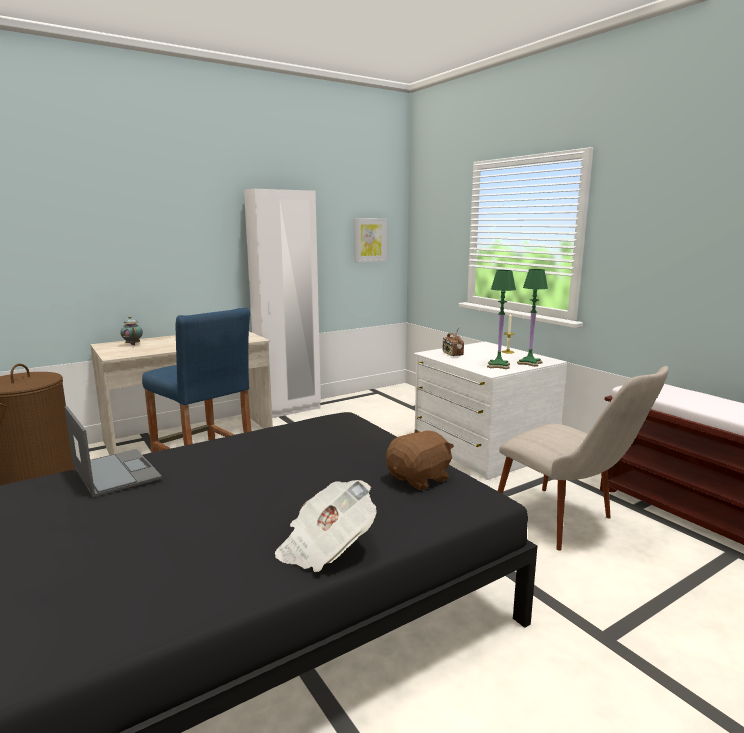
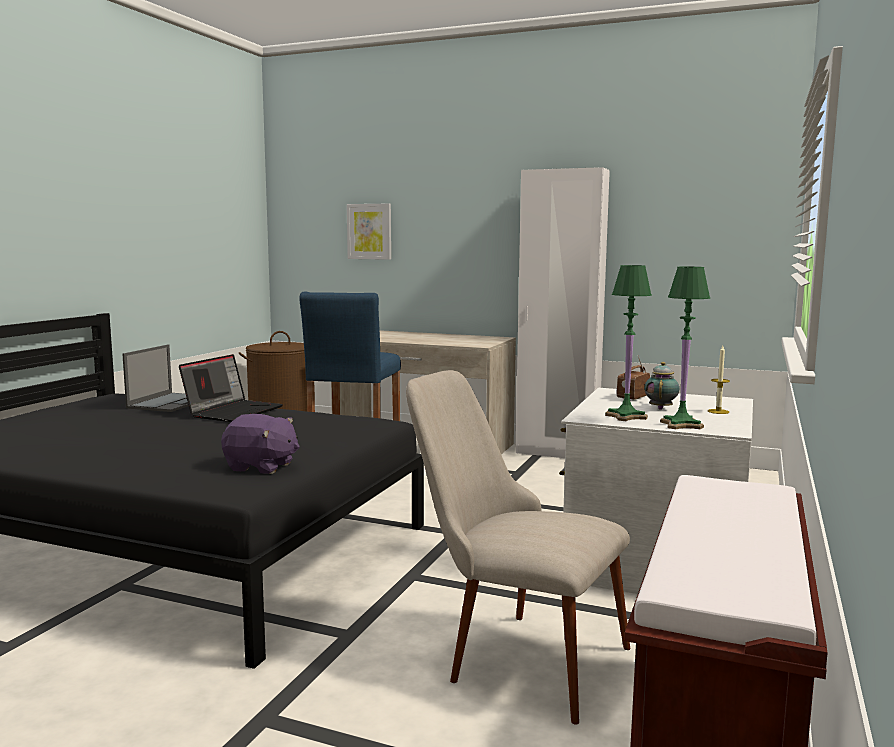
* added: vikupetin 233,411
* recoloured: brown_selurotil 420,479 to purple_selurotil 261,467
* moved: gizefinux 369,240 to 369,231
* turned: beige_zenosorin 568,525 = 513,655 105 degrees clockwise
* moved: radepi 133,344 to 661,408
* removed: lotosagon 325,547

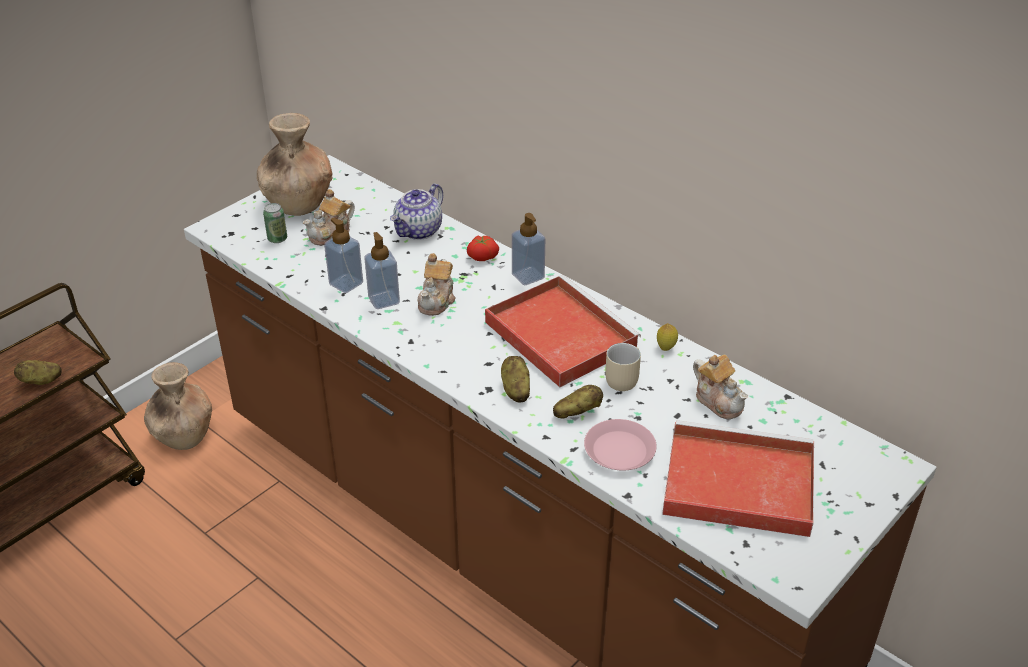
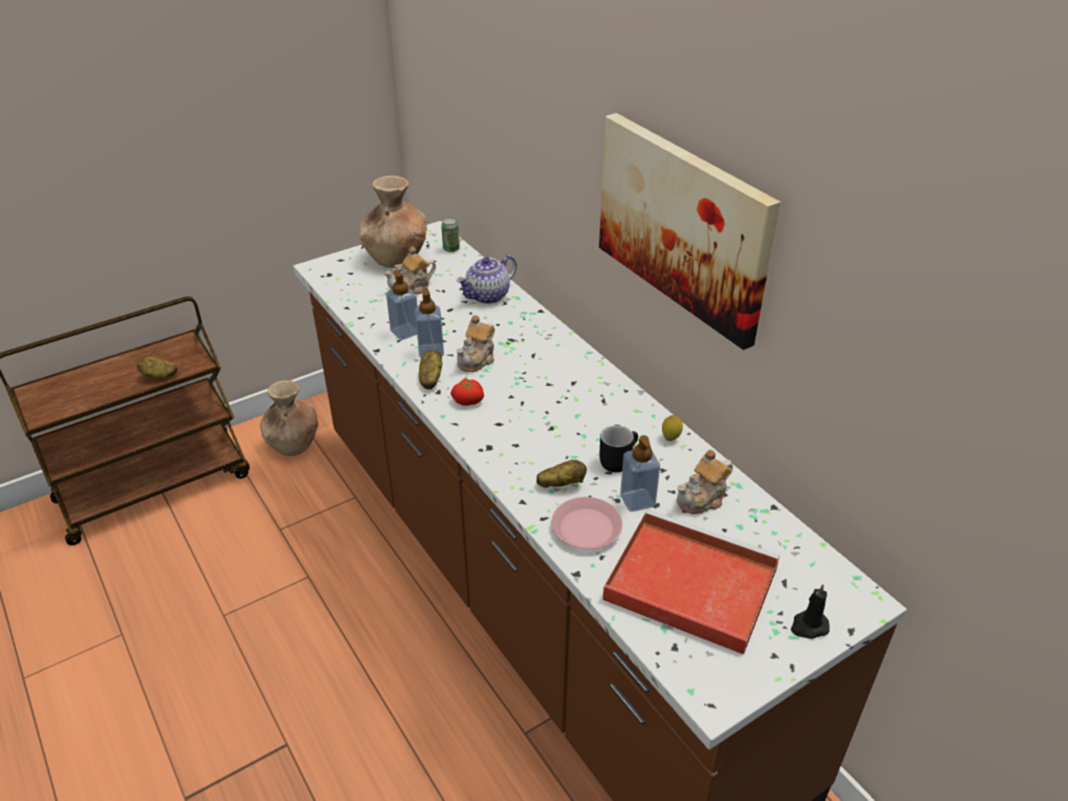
* moved: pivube 515,389 to 430,379
* moved: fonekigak 277,239 to 451,249
* moved: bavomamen 482,256 to 468,399
* added: gizefinux 683,225
* recoloured: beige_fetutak 622,378 to black_fetutak 617,459
* moved: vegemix 528,276 to 637,500
* turned: radepi 718,401 = 702,499 75 degrees clockwise
* added: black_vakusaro 808,626
* removed: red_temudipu 558,333

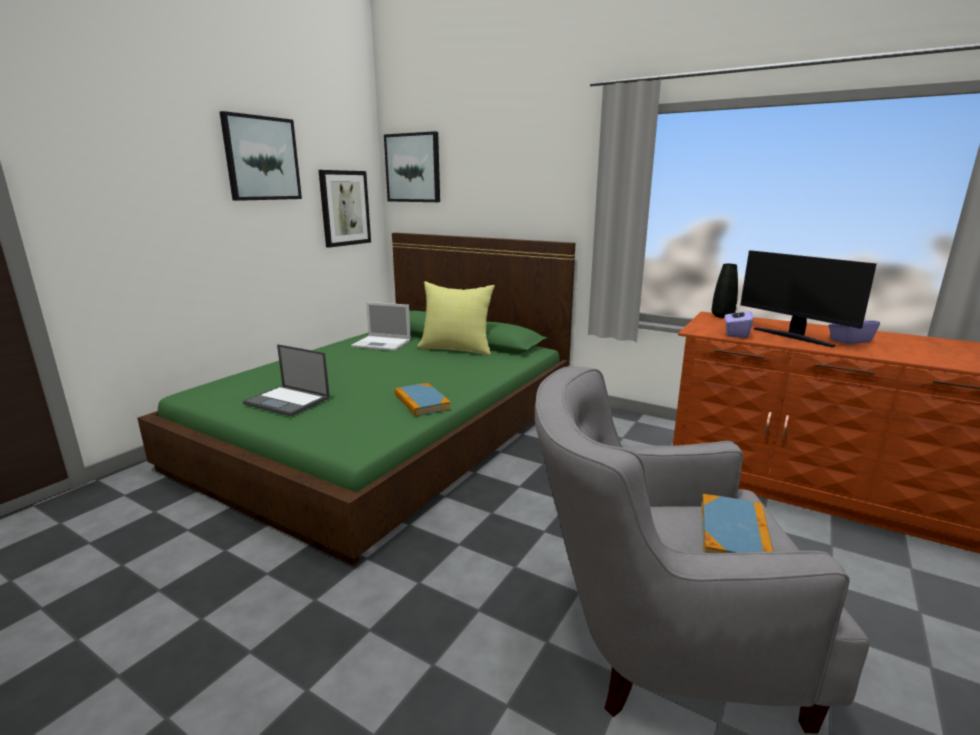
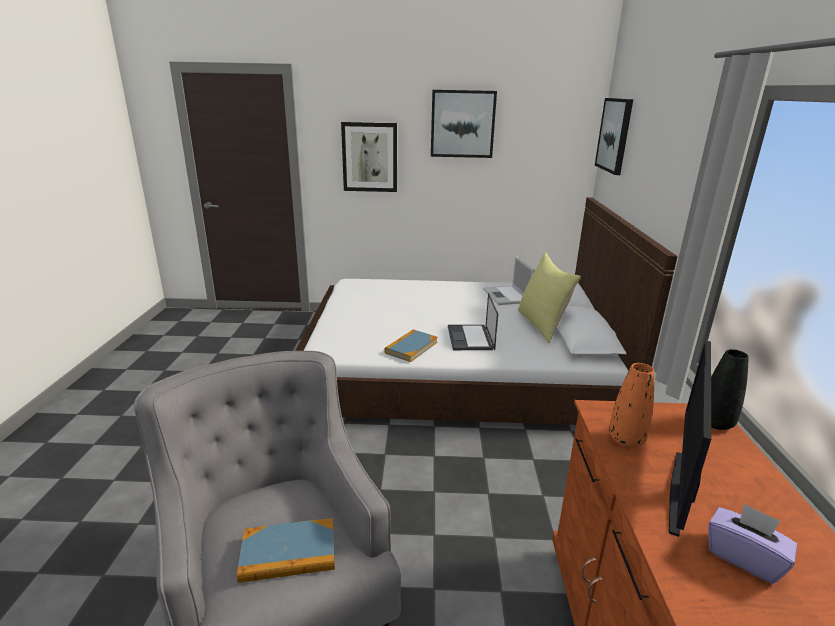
* recoloured: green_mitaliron 389,430 to white_mitaliron 456,365
* moved: gizefinux 344,208 to 370,157
* moved: vikupetin 288,401 to 471,338
* replaced: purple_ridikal 735,334 to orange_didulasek 626,440

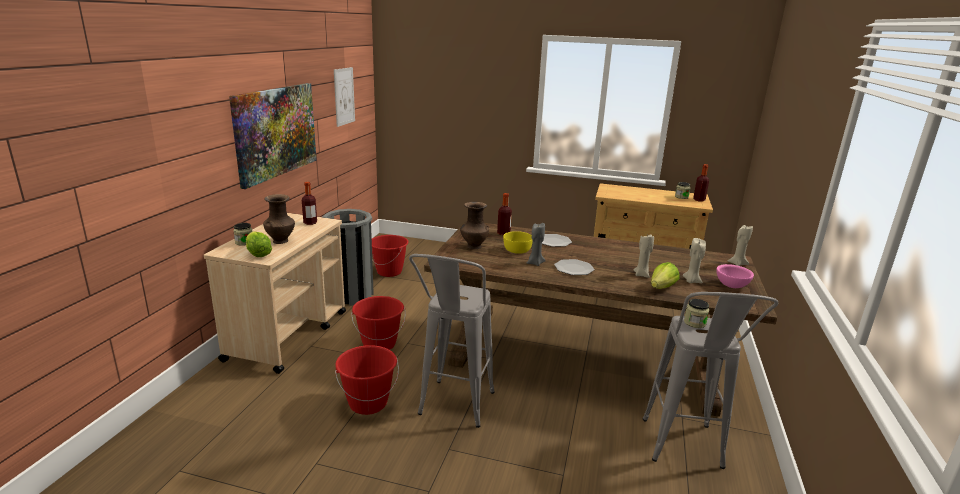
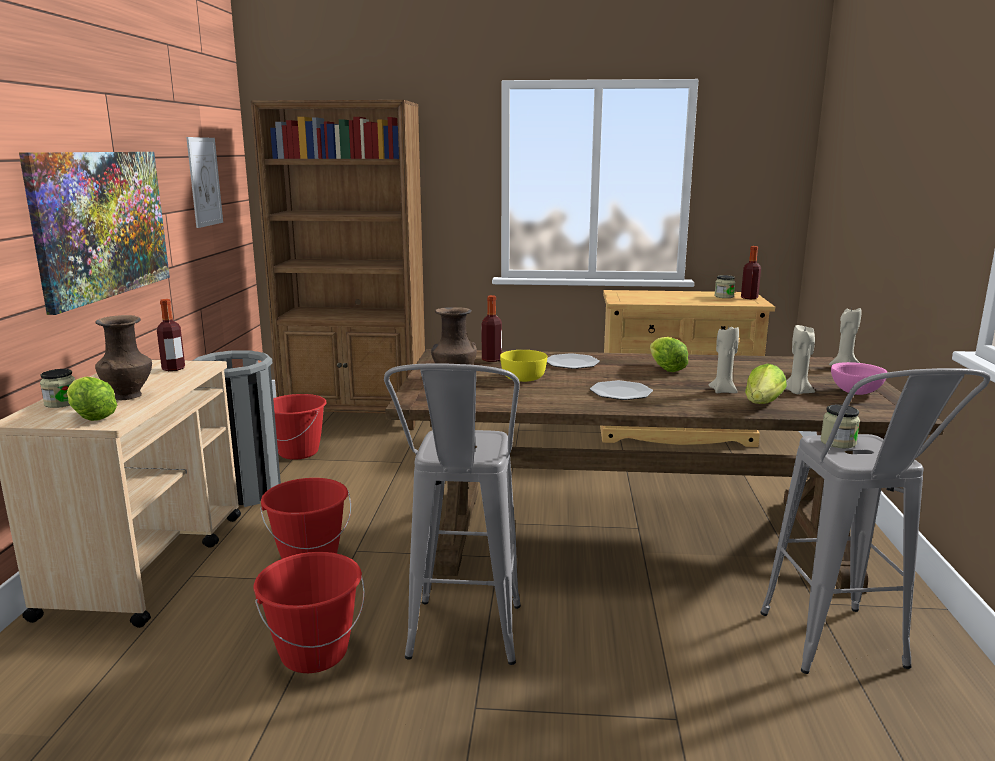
* added: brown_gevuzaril 356,417
* added: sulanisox 666,369
* removed: grey_vakusaro 535,263

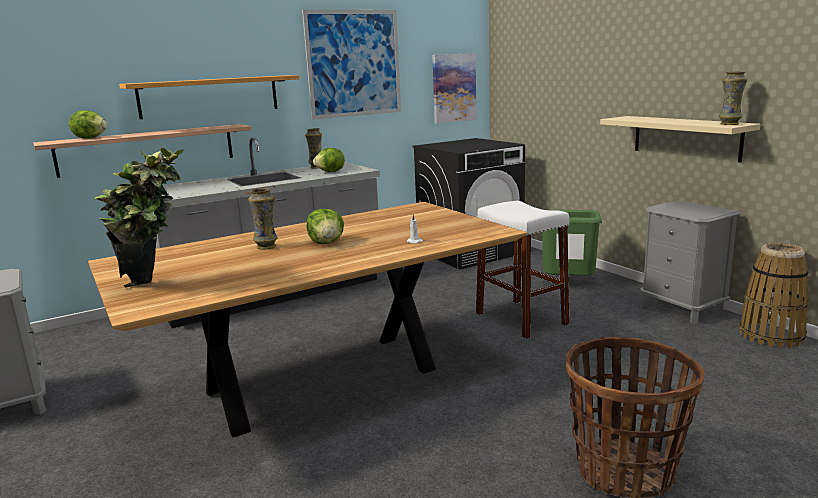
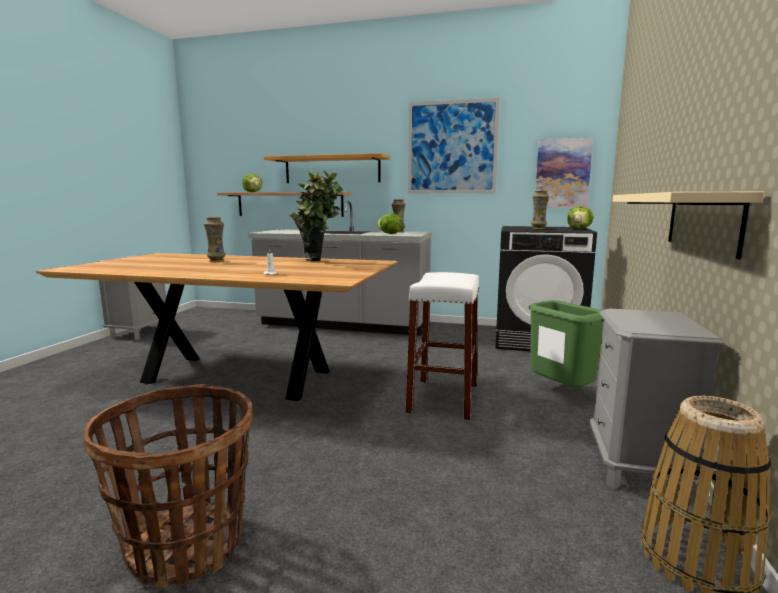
* moved: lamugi 158,287 to 318,263
* moved: didulasek 730,124 to 538,229
* moved: sulanisox 327,243 to 579,229

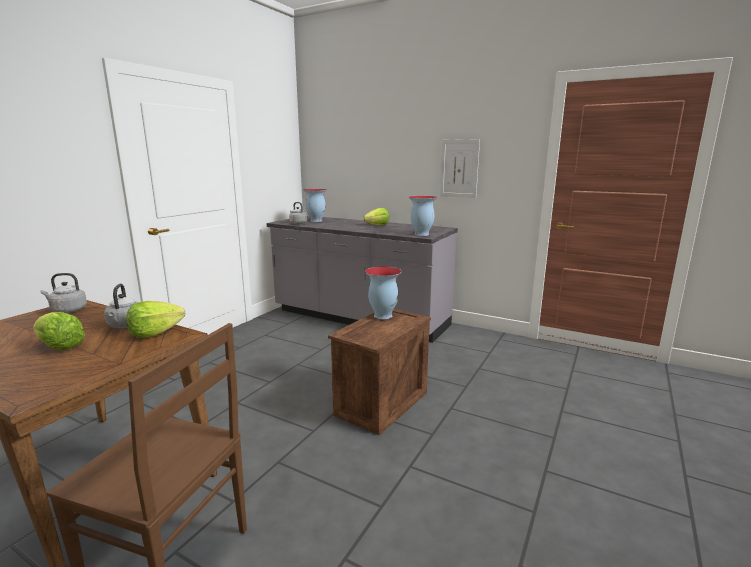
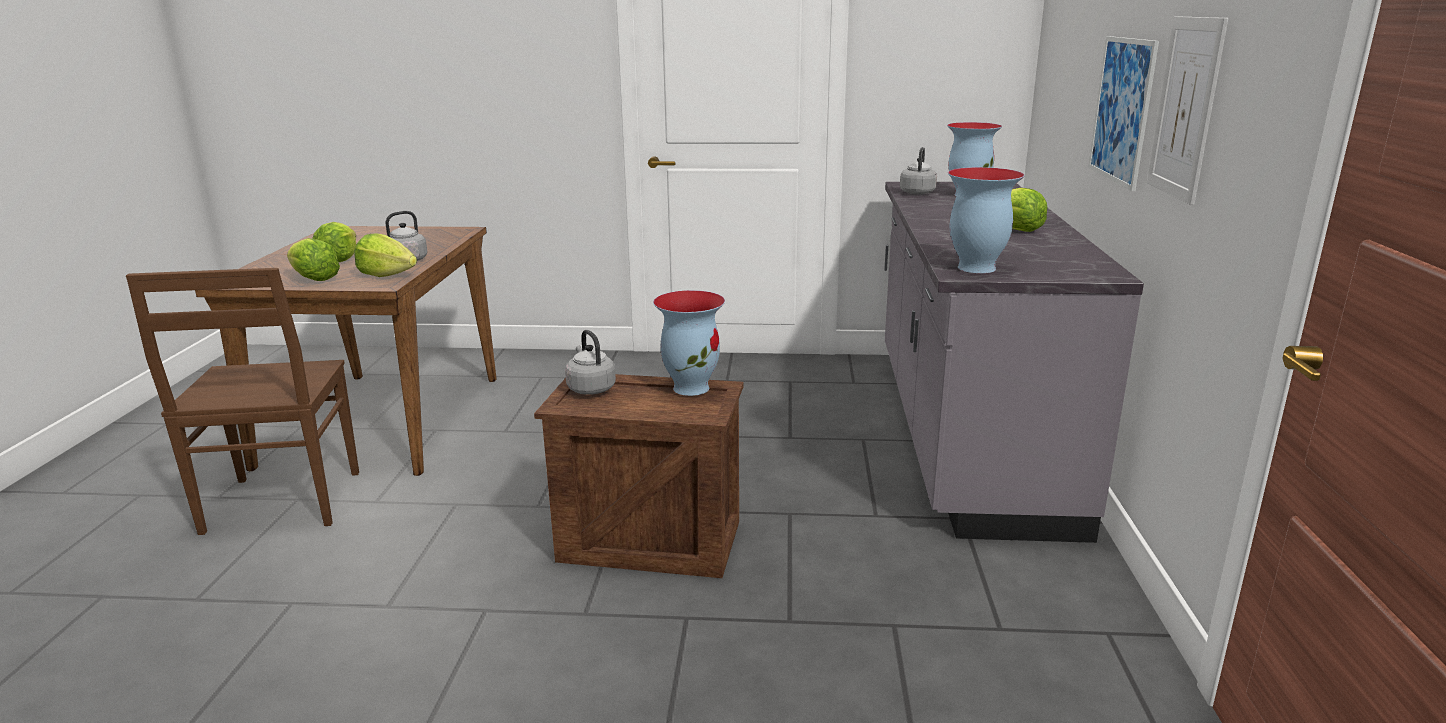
* added: sulanisox 313,278
* moved: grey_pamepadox 67,310 to 590,388
* added: gizefinux 1122,110

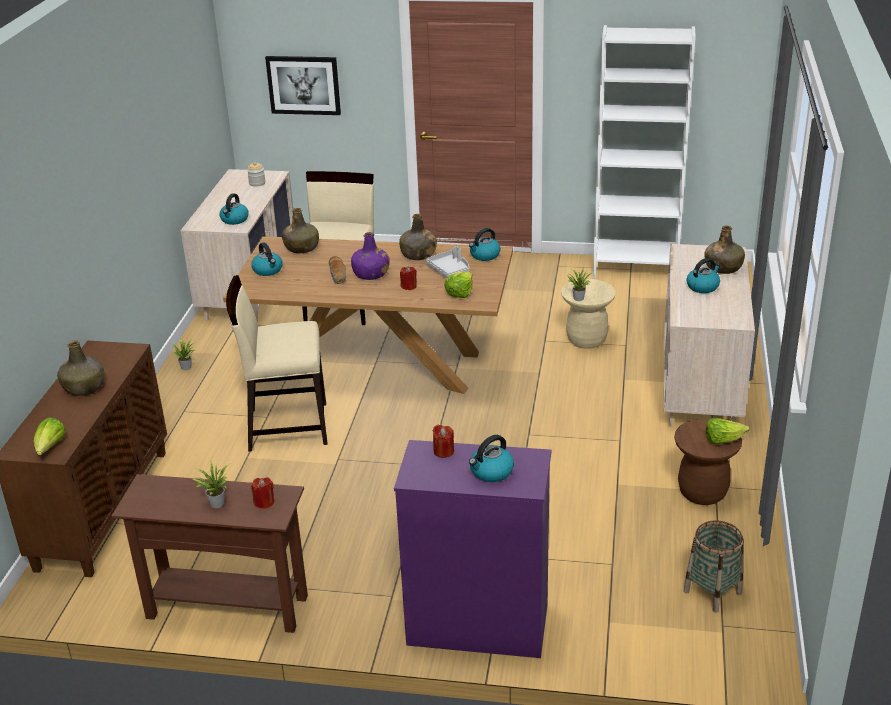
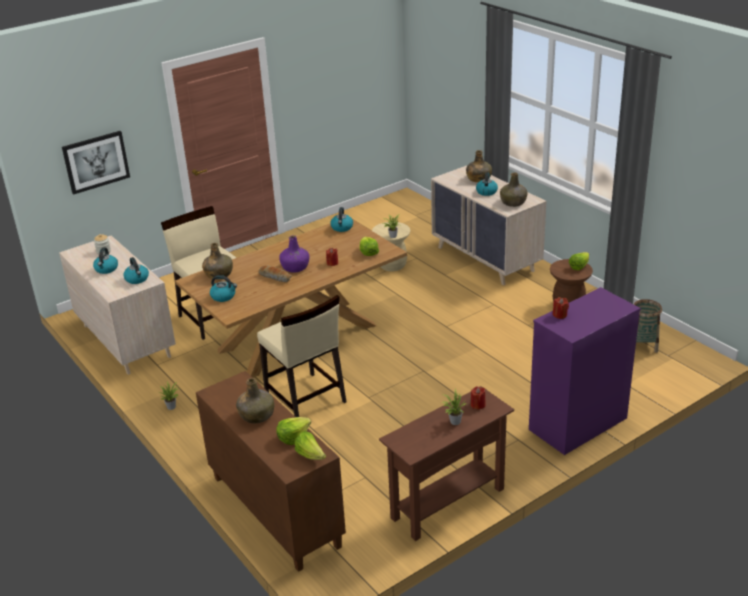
* moved: pamepadox 491,472 to 106,269
* turned: beige_zenosorin 287,426 = 305,399 75 degrees counterclockwise
* added: sulanisox 293,437
* moved: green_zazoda 418,255 to 513,202
* removed: grey_temudipu 450,270
* removed: white_gevuzaril 635,268

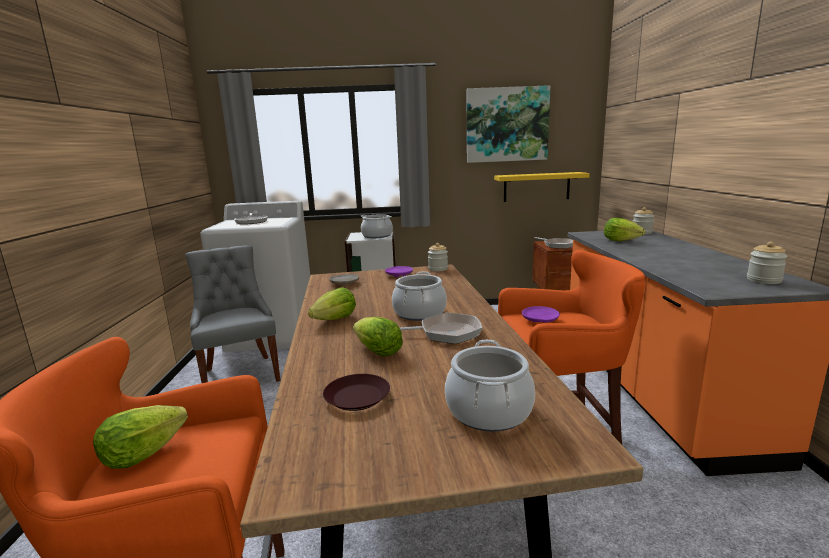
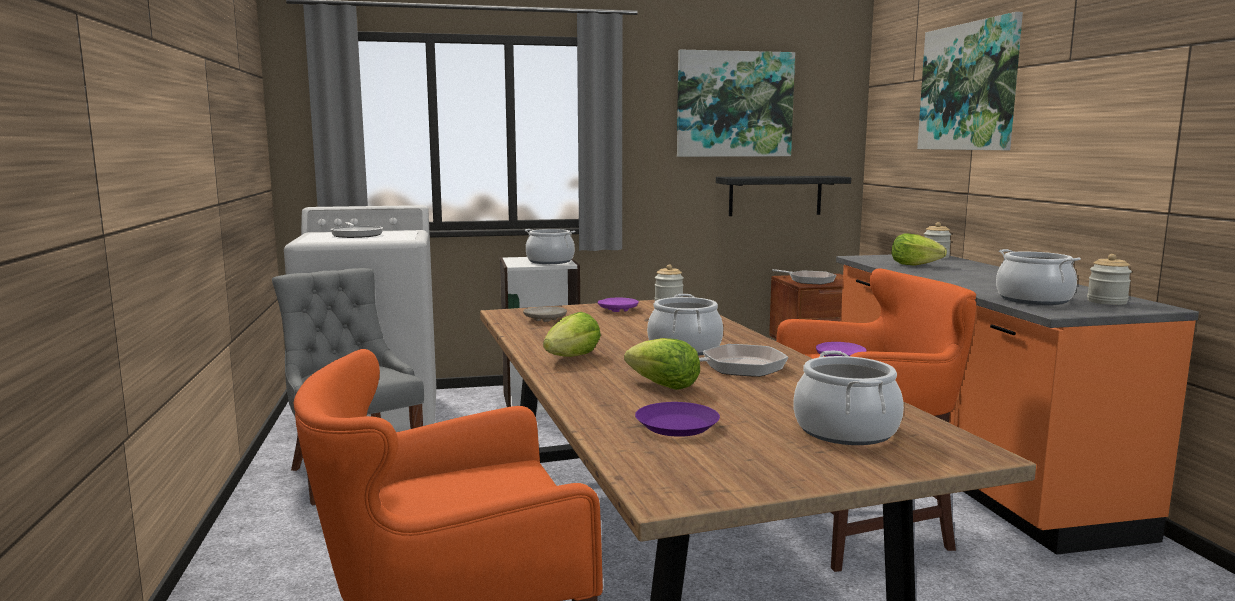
* recoloured: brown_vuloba 356,398 to purple_vuloba 676,426
* recoloured: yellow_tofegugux 536,187 to black_tofegugux 775,195
* added: gizefinux 969,87
* added: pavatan 1033,300
* removed: sulanisox 142,454

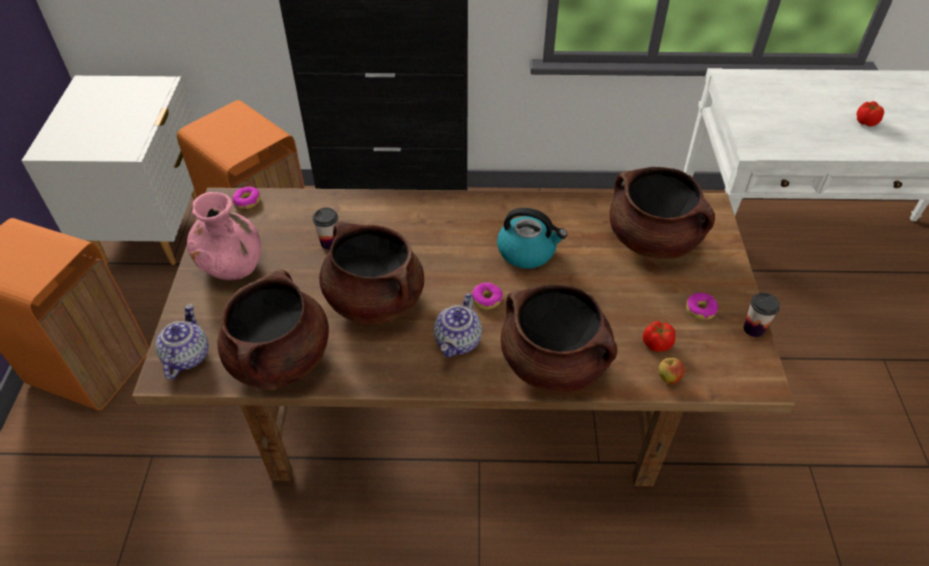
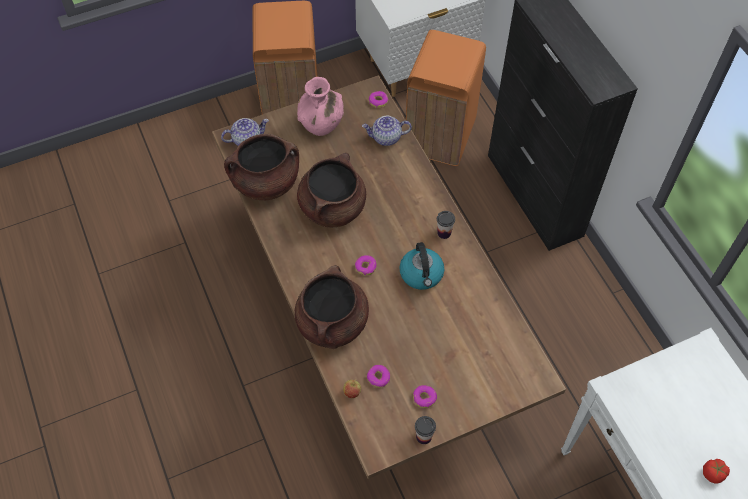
* moved: radepi 458,341 to 386,138
* replaced: bavomamen 656,343 to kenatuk 378,378
* moved: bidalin 330,243 to 444,233
* removed: brown_pavatan 653,240

